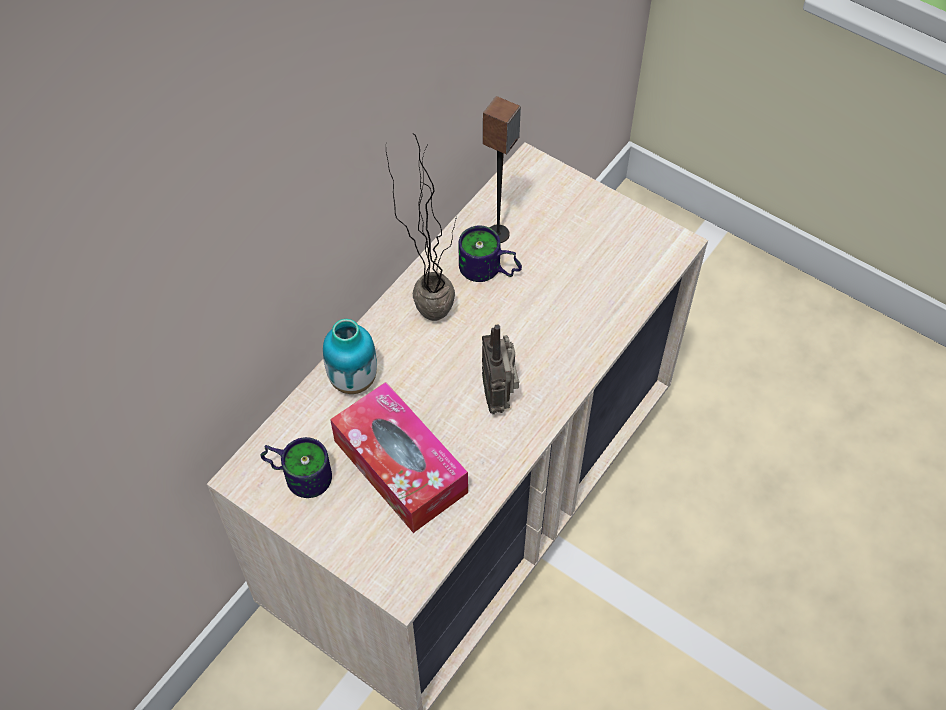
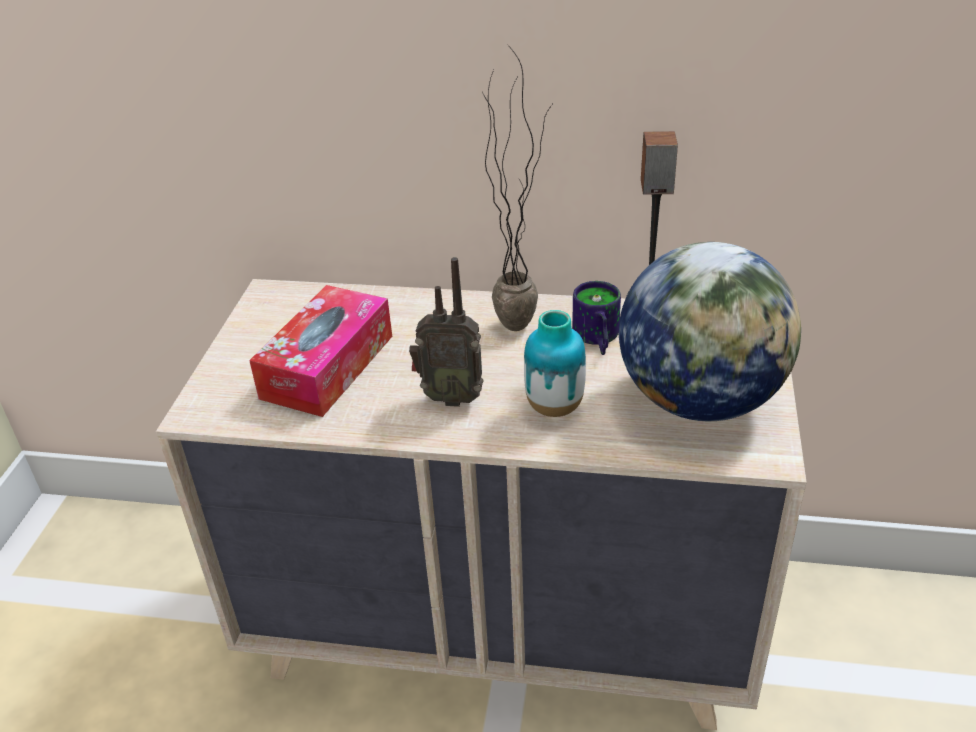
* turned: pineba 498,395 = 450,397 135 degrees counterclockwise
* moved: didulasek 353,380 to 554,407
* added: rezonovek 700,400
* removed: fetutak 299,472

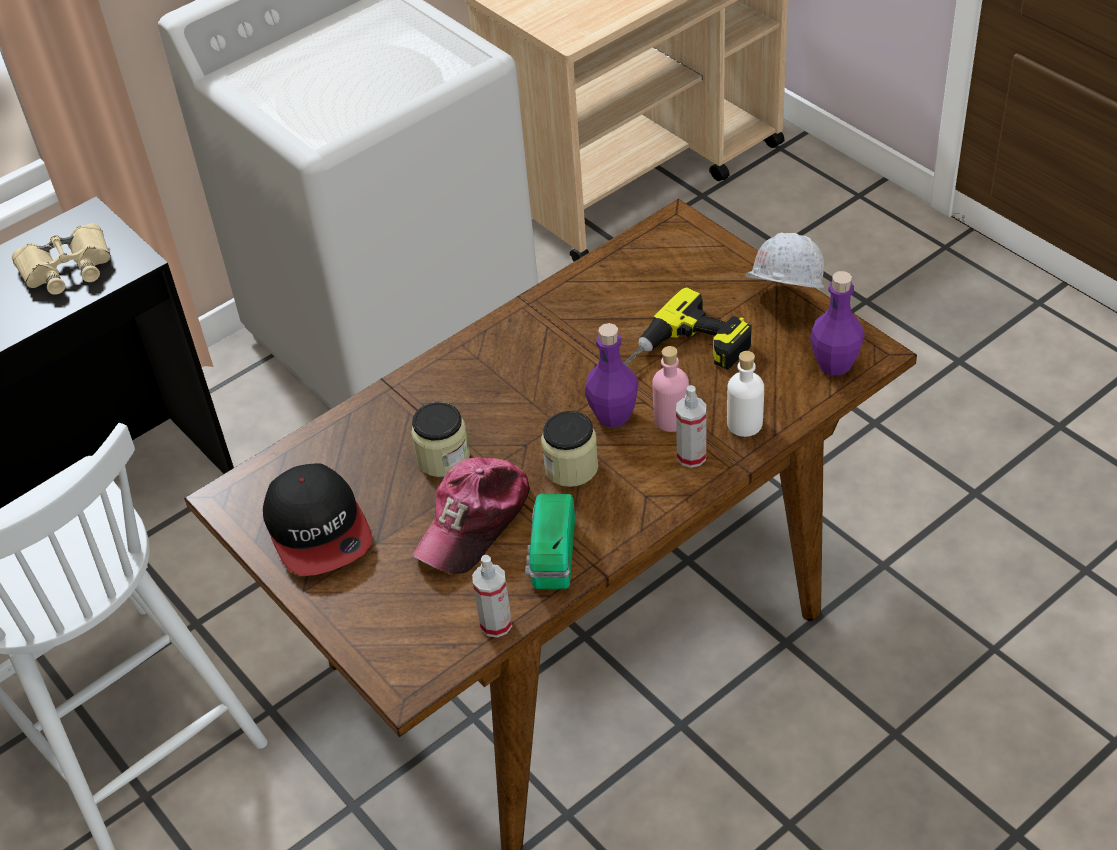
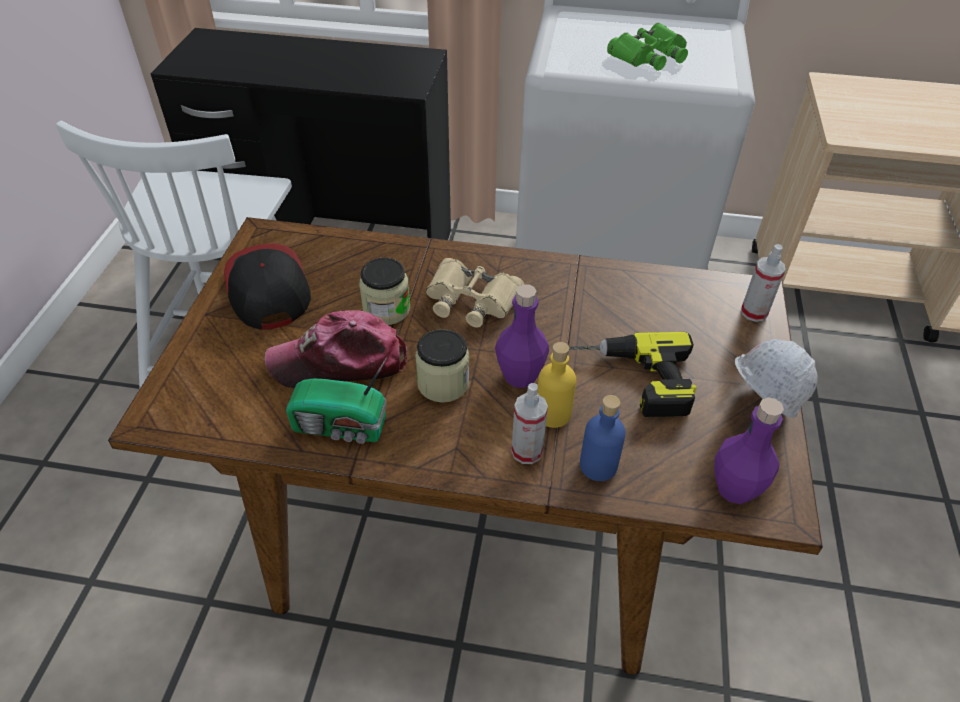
* turned: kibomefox 318,529 = 267,289 135 degrees clockwise
* turned: pineba 551,557 = 342,427 135 degrees counterclockwise
* moved: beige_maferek 67,268 to 472,300
* recoloured: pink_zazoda 671,419 to yellow_zazoda 553,414
* recoloured: white_zazoda 744,424 to blue_zazoda 598,466
* added: green_maferek 649,56
* moved: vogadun 496,624 to 754,312

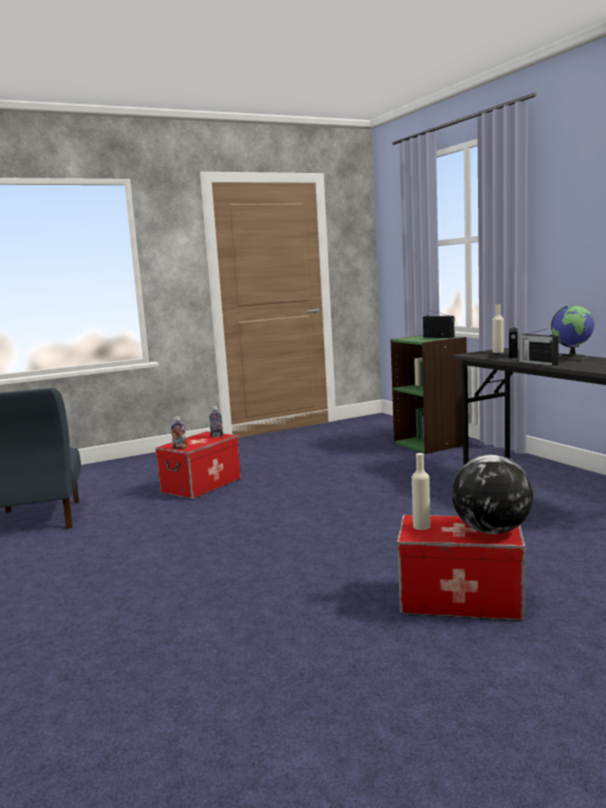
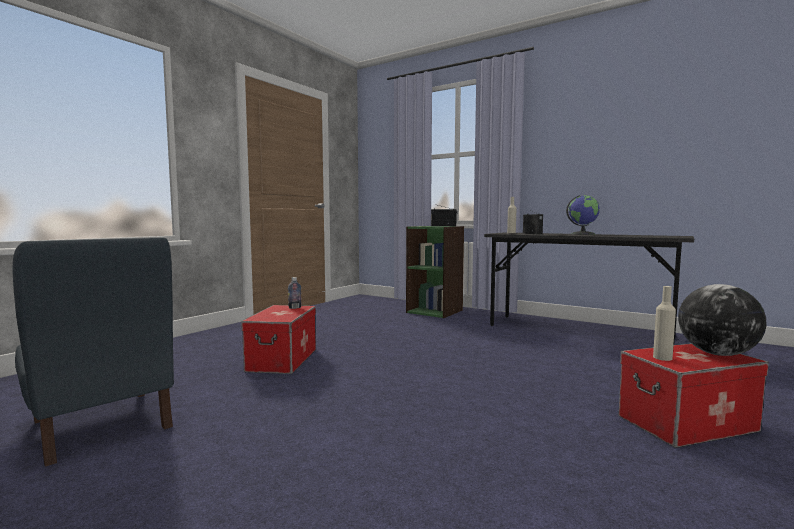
* removed: zazoda 179,448
* removed: pineba 537,363

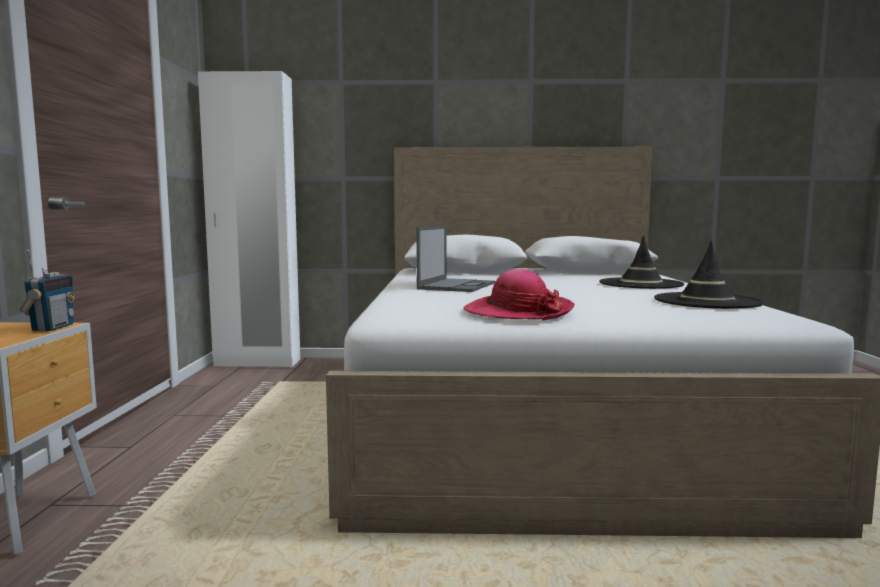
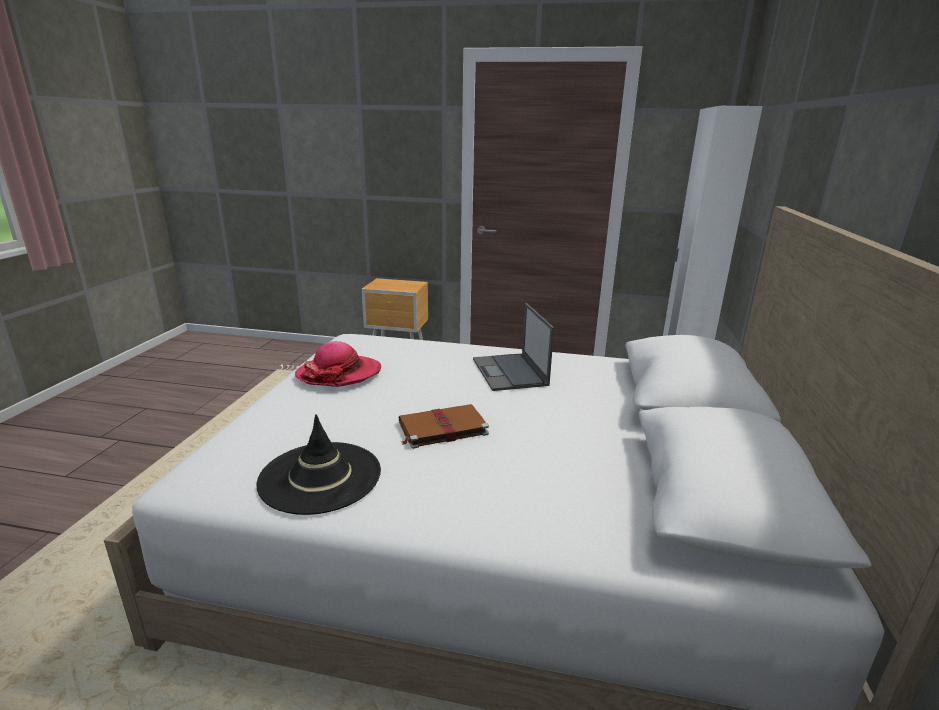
* added: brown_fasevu 441,428
* turned: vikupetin 457,286 = 510,372 45 degrees clockwise
* removed: pineba 52,328
* removed: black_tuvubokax 640,284

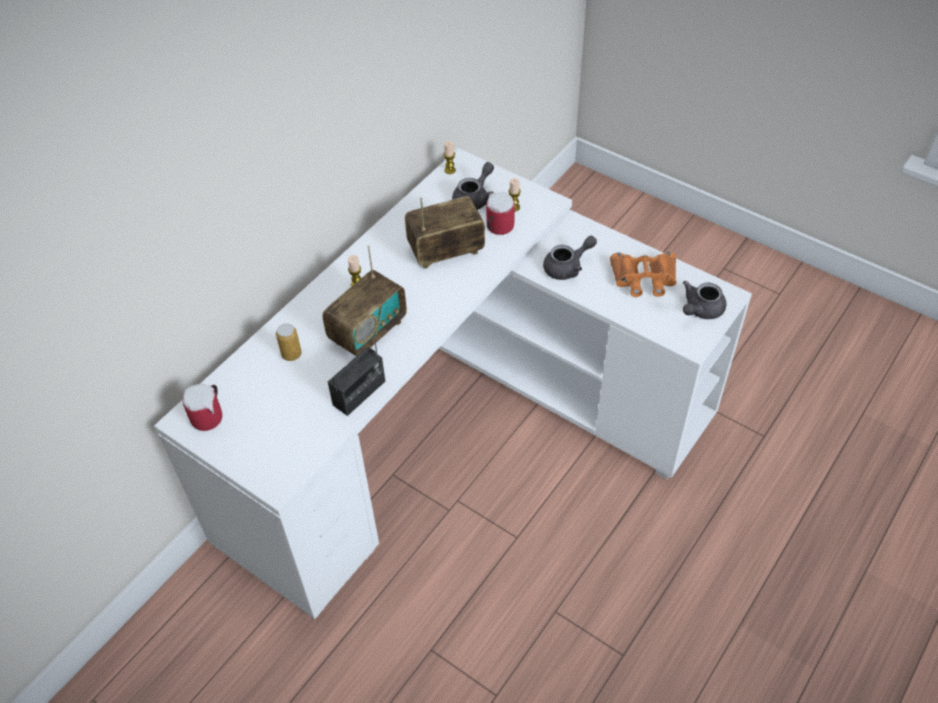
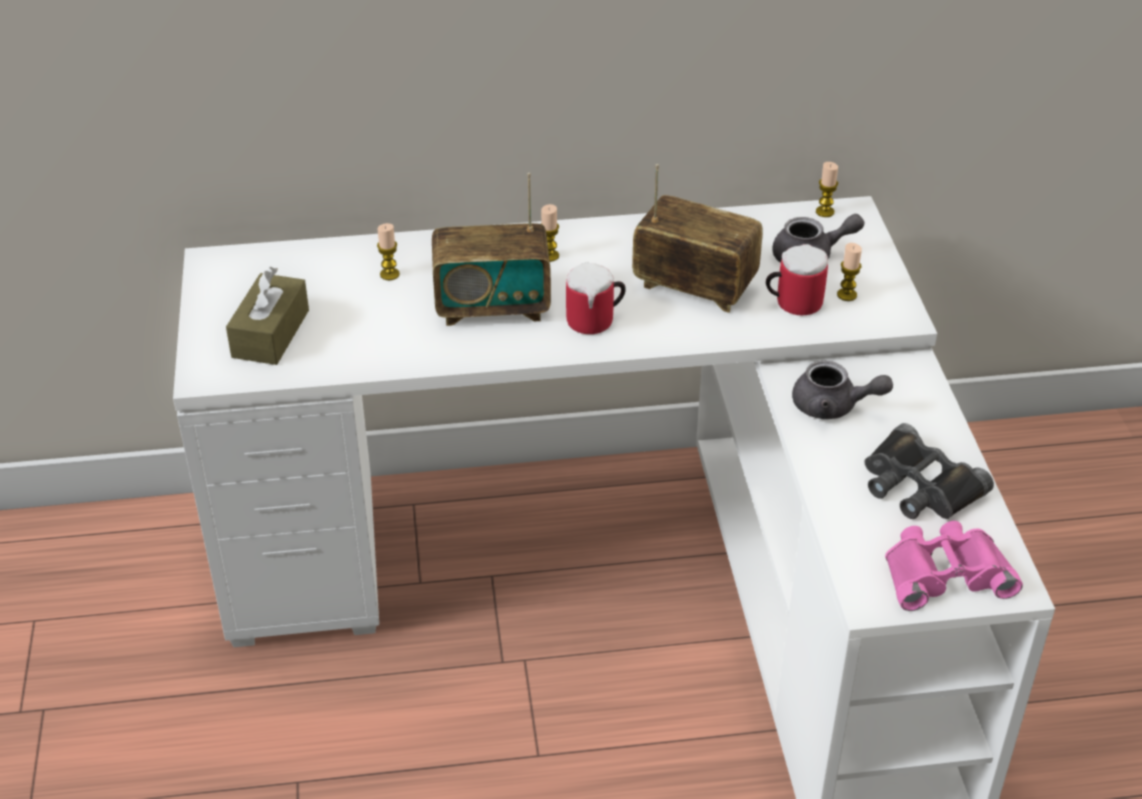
* added: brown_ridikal 270,333
* replaced: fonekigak 291,354 to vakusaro 389,274
* moved: fetutak 210,415 to 596,321
* recoloured: orange_maferek 644,278 to black_maferek 918,486
* replaced: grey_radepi 700,310 to pink_maferek 944,573
* removed: pineba 359,393

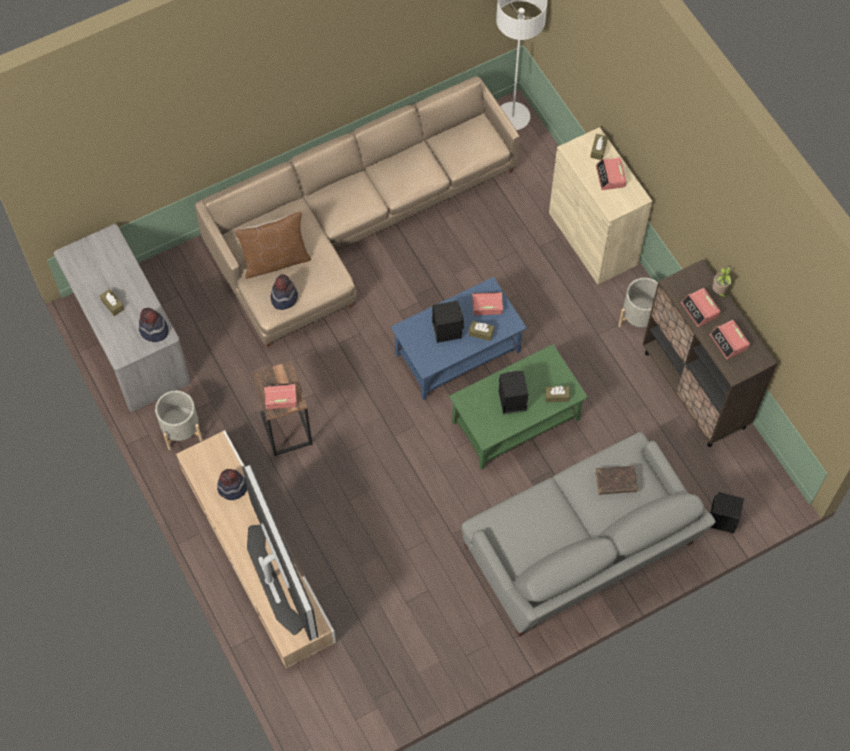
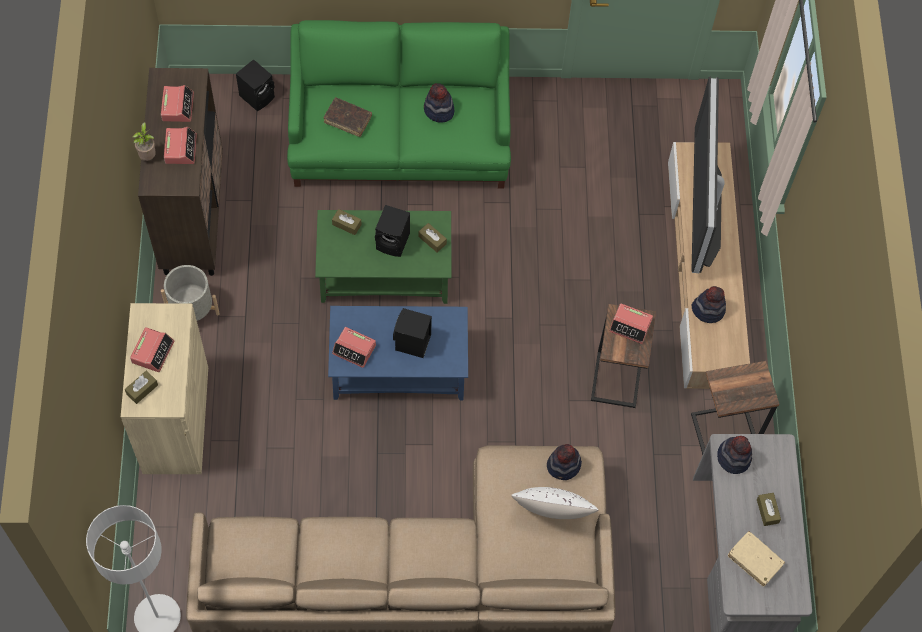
* recoloured: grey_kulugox 581,549 to green_kulugox 400,134
* moved: brown_ridikal 481,333 to 432,240
* added: tuvubokax 438,110
* recoloured: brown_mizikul 275,260 to white_mizikul 551,515
* replaced: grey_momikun 181,430 to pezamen 725,430
* added: beige_fasevu 755,560

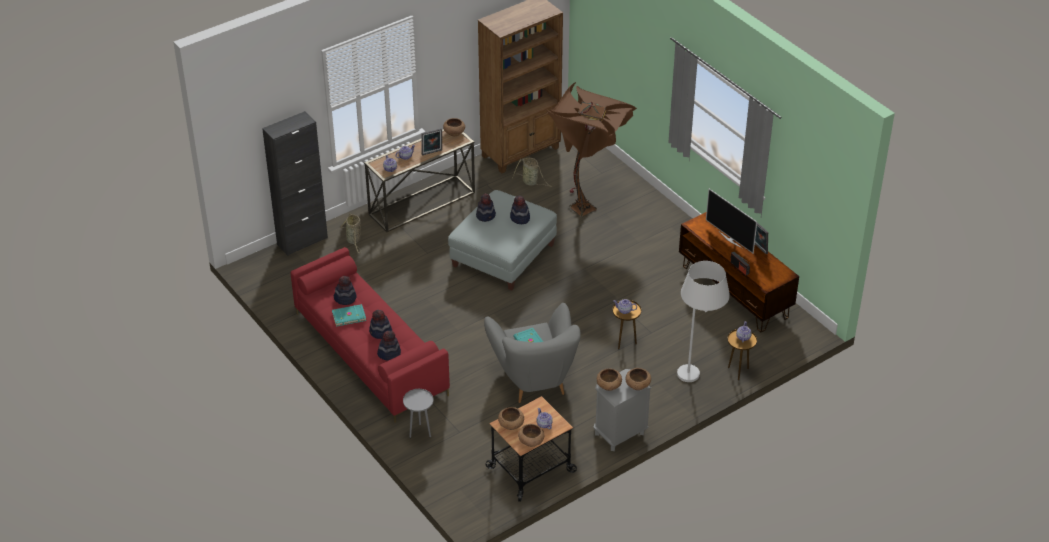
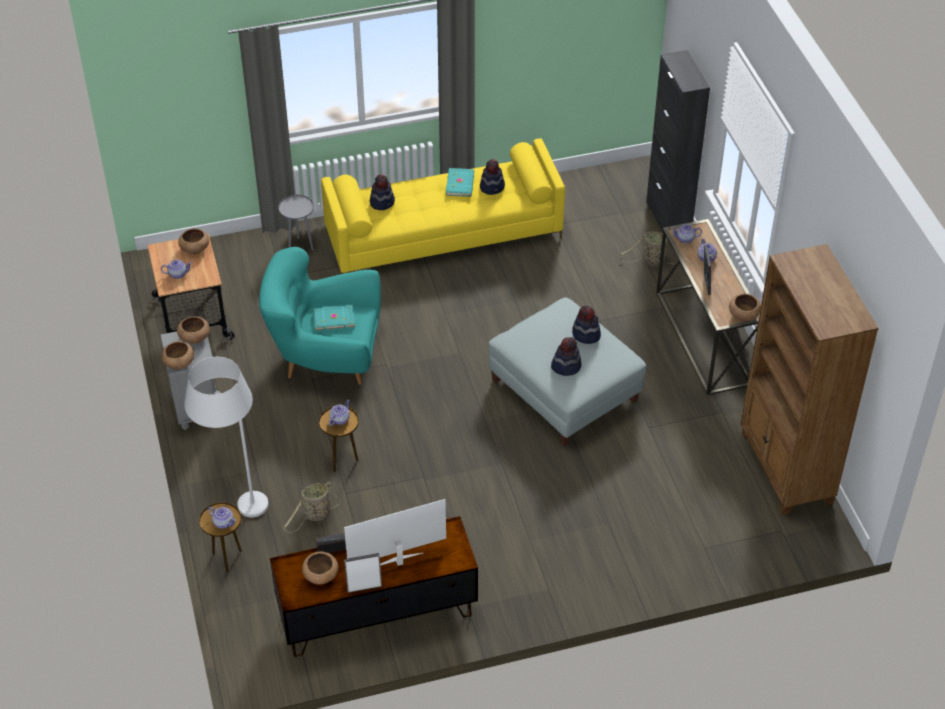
* recoloured: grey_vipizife 534,379 to turquoise_vipizife 326,358
* moved: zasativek 531,182 to 315,515
* moved: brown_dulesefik 531,441 to 321,575
* recoloured: red_kulugox 369,353 to yellow_kulugox 444,235
* removed: tuvubokax 380,332
* removed: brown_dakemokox 588,205

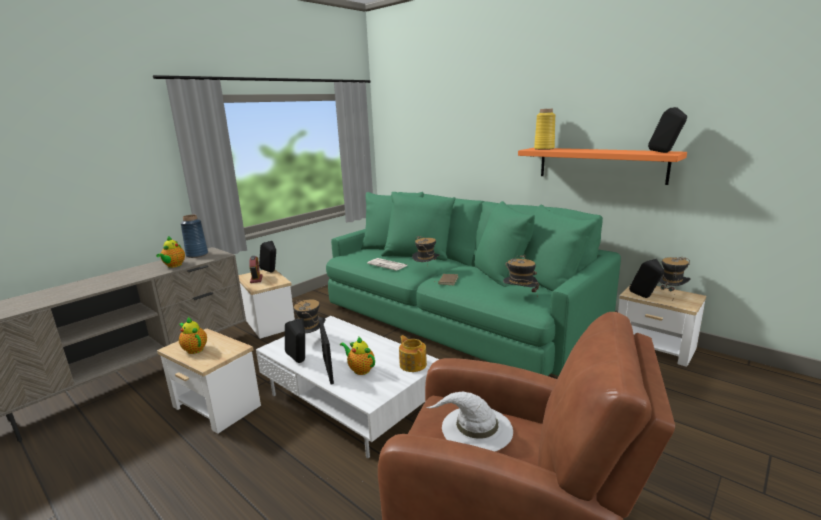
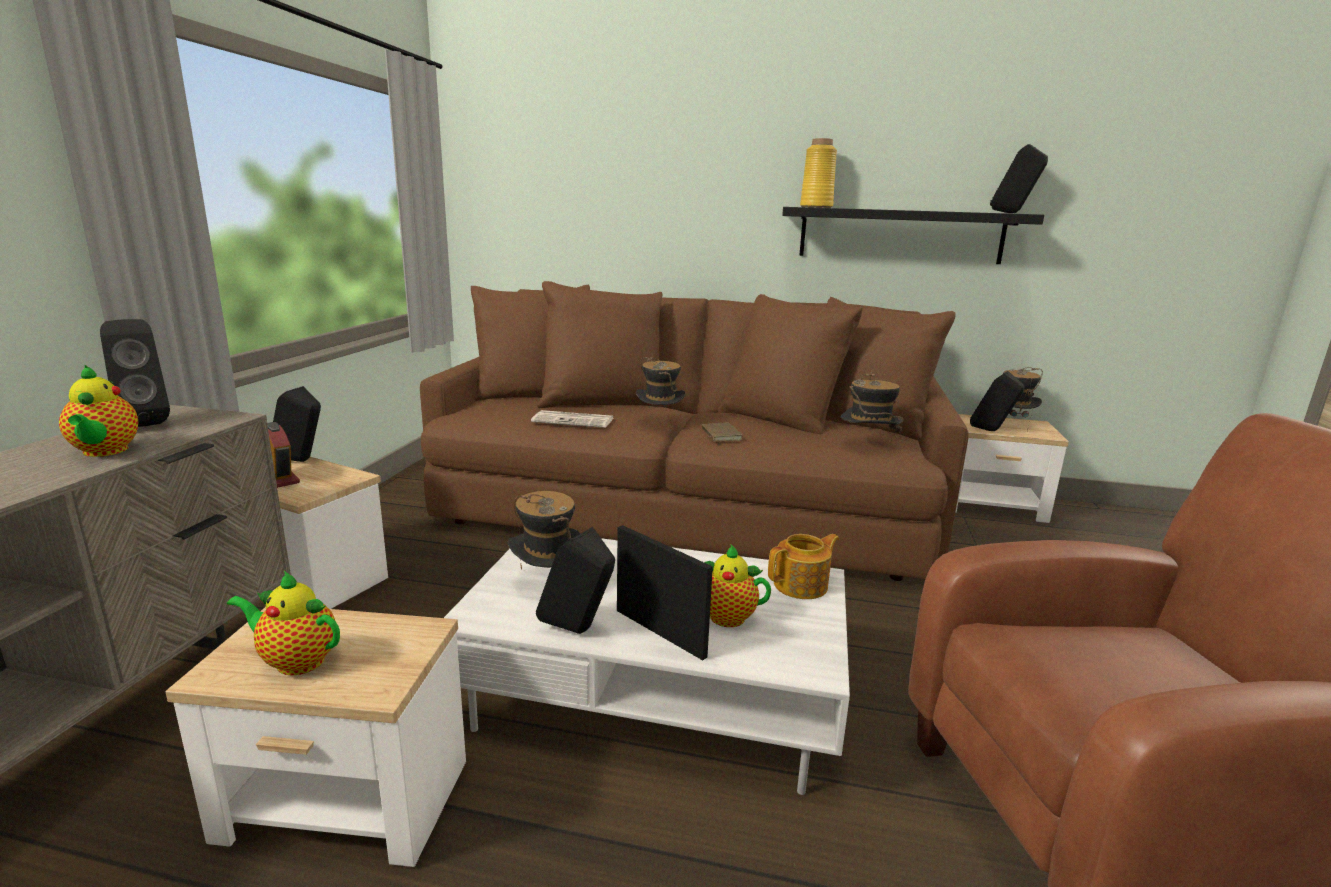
* replaced: blue_didulasek 197,254 to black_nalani 145,422
* recoloured: green_kulugox 458,315 to brown_kulugox 686,504
* turned: radepi 413,364 = 802,585 120 degrees clockwise
* recoloured: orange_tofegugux 600,164 to black_tofegugux 900,235
* removed: white_tuvubokax 475,429

